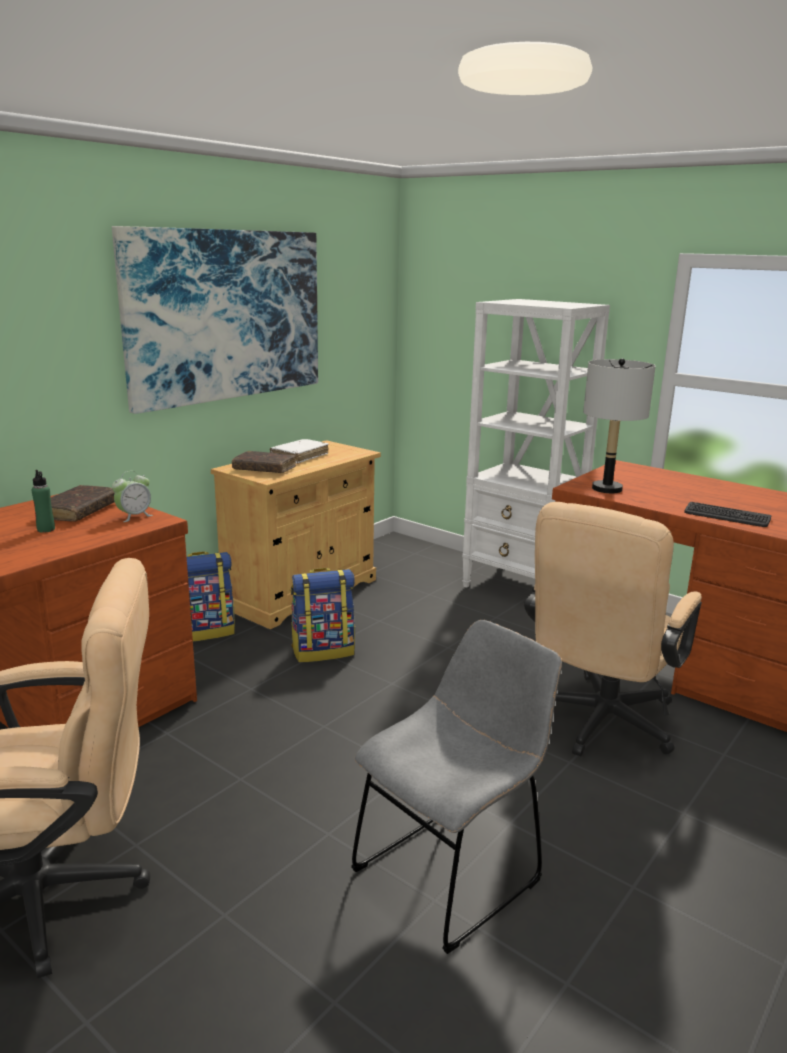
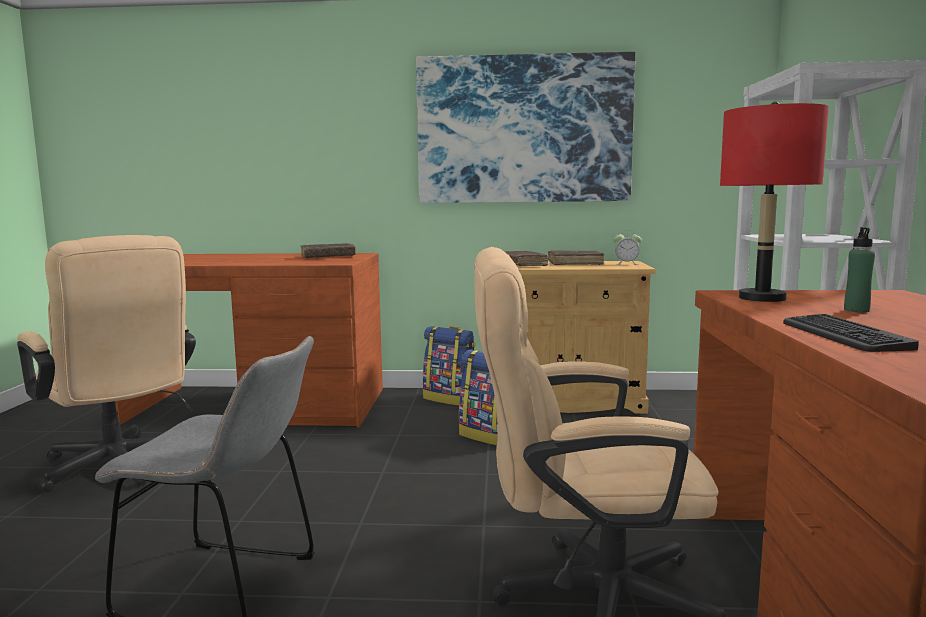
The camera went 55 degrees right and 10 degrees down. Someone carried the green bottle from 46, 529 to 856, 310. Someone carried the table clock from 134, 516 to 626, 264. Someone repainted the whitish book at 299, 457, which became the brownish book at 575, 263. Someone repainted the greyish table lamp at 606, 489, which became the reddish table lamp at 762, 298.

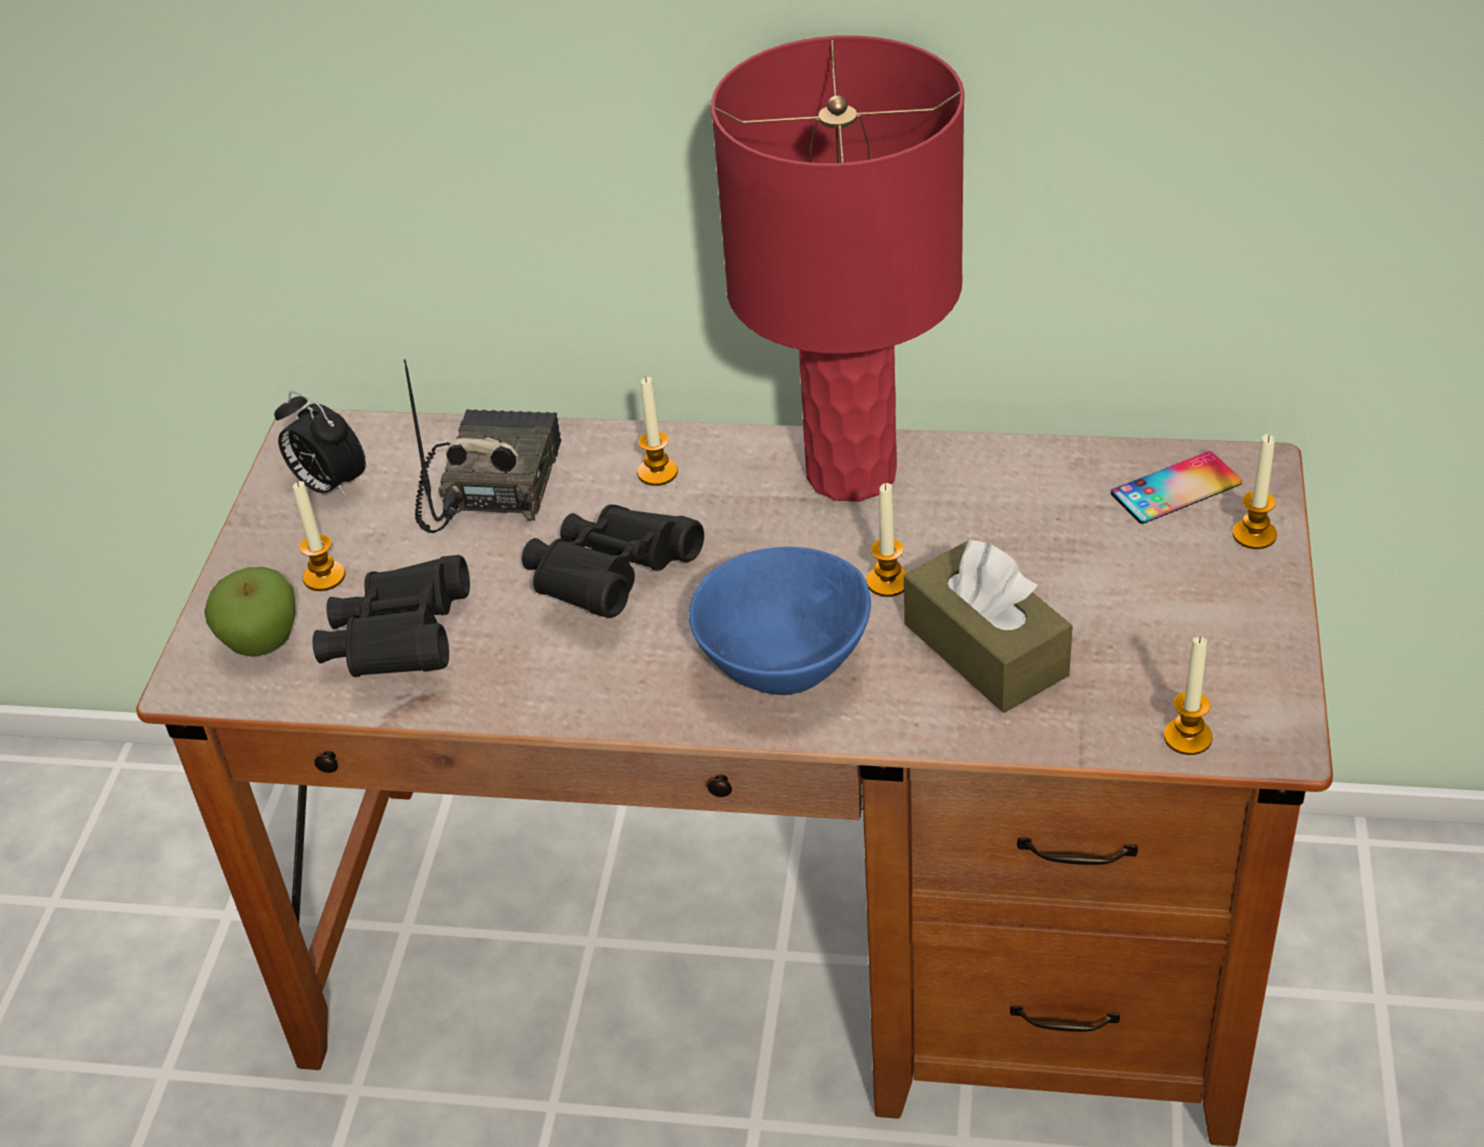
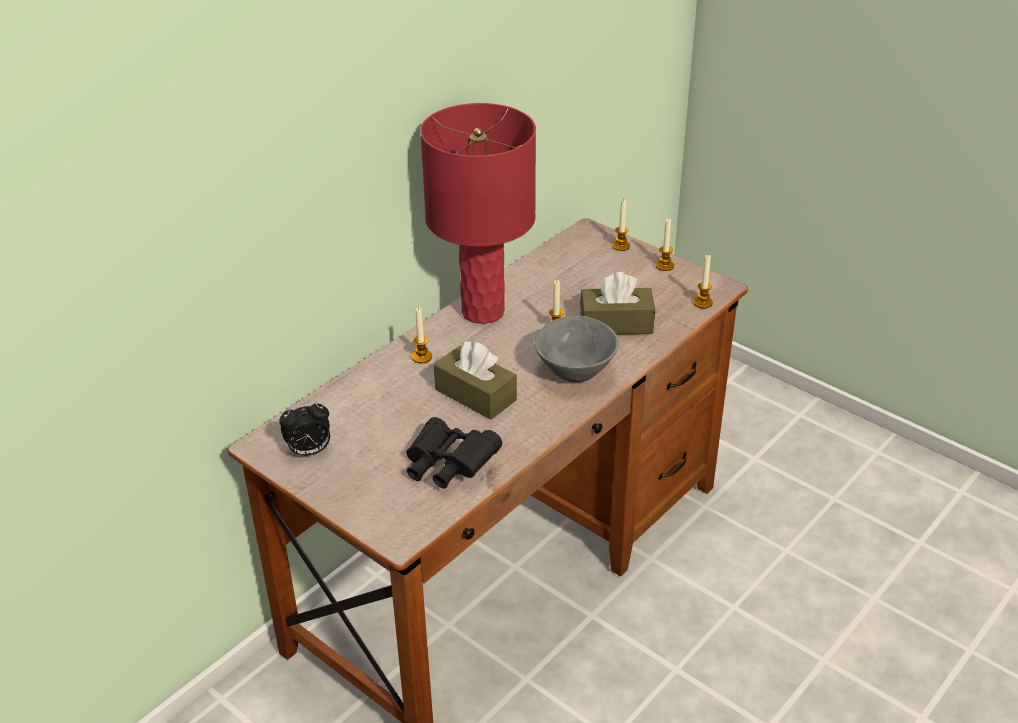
The camera went 60 degrees left and 5 degrees down. Someone took away the apple fruit at 262, 643. Someone carried the wax candle from 324, 577 to 664, 266. Someone took away the radio at 490, 484. Someone swapped the blackish field glasses at 610, 581 for the brownish box of tissues at 475, 395. Someone repainted the blue bowl at 781, 664, which became the greyish bowl at 573, 372. Someone took away the phone at 1176, 488.

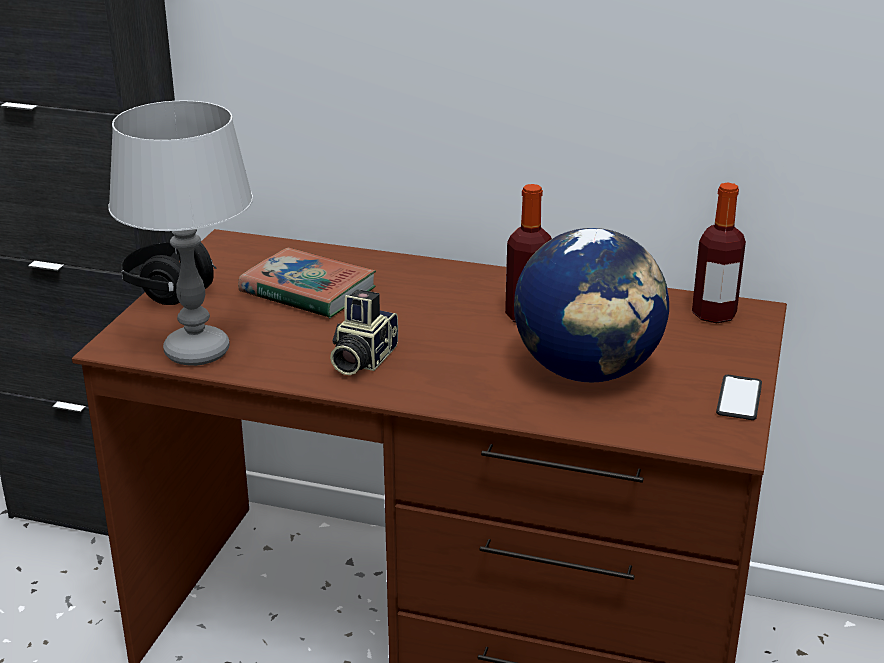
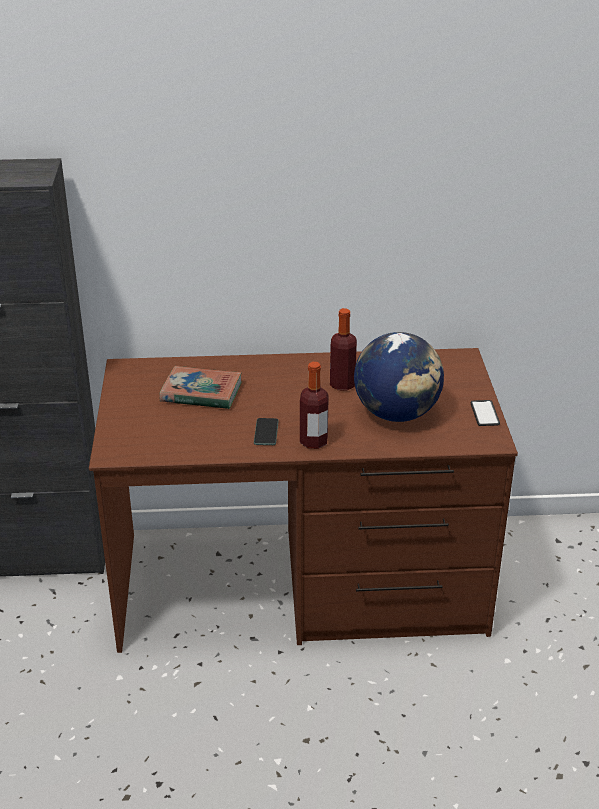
The camera went 20 degrees left and 5 degrees up. Someone took away the greyish table lamp at 196, 352. Someone took away the blackish headphones at 169, 290. Someone swapped the photo camera at 361, 359 for the phone at 266, 432. Someone carried the bottle from 713, 314 to 313, 442.

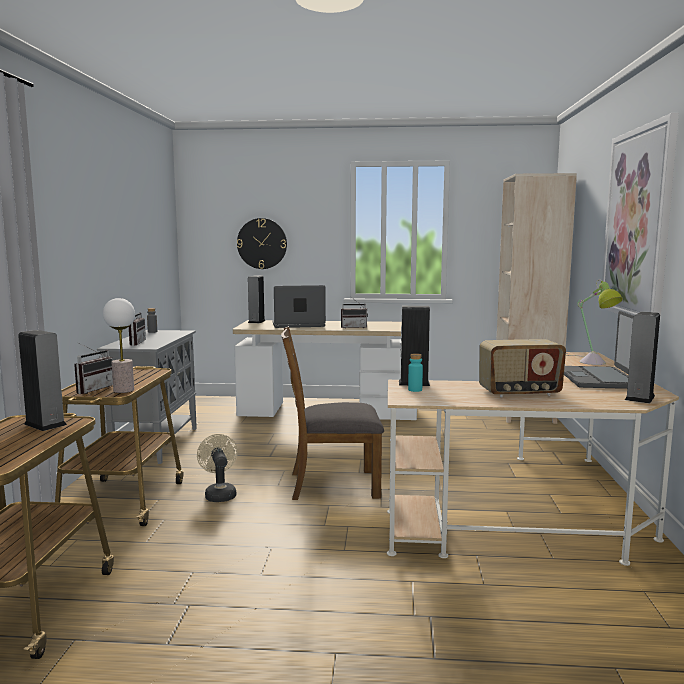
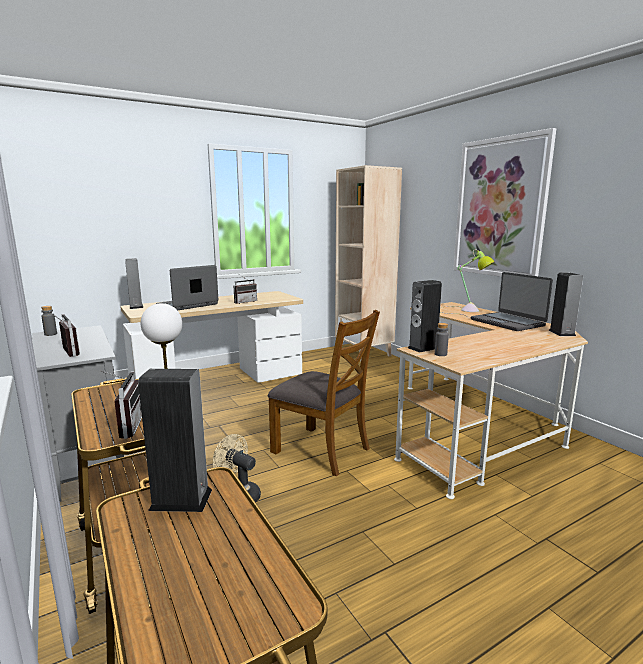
The camera went 35 degrees left and 5 degrees up. Someone took away the wall clock at 262, 243. Someone rotated the brownish upright chair at 333, 484 by 105 degrees counterclockwise. Someone repainted the turquoise-coloured bottle at 415, 390, which became the greyish bottle at 440, 354. Someone took away the radio at 520, 393.

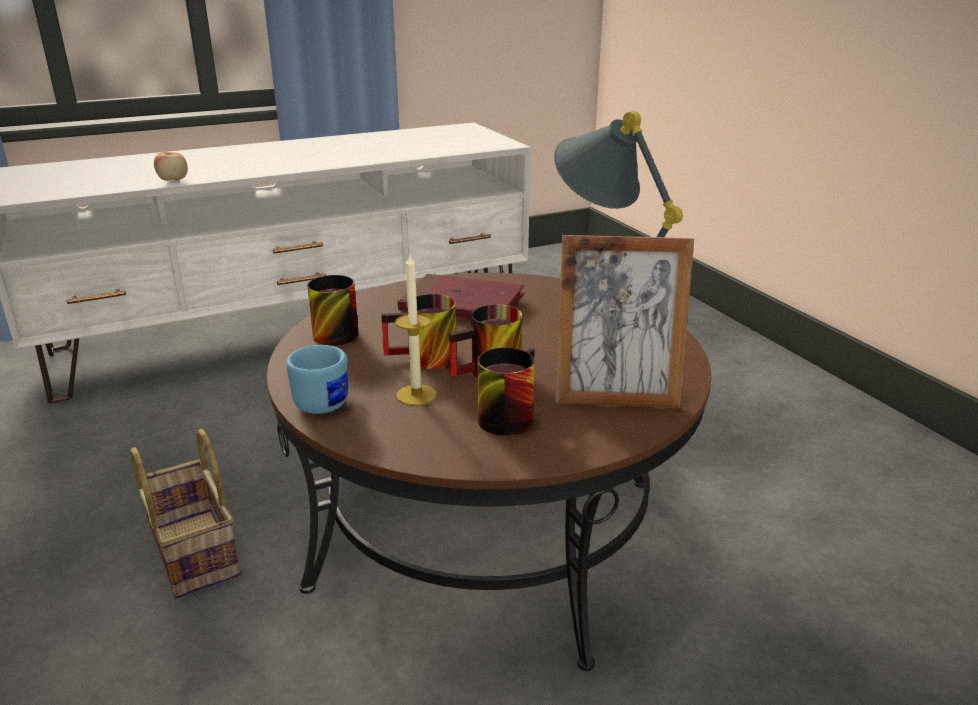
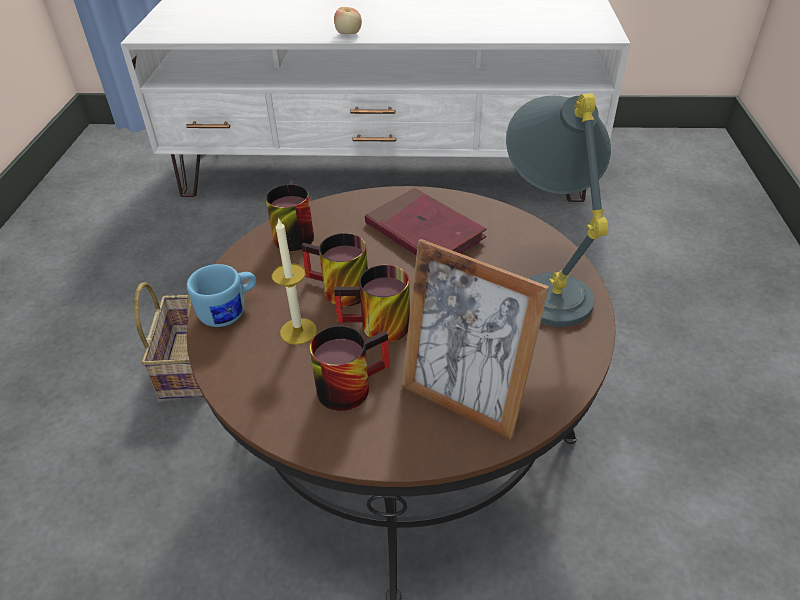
The camera went 30 degrees right and 15 degrees up. Someone carried the apple fruit from 173, 180 to 348, 34.

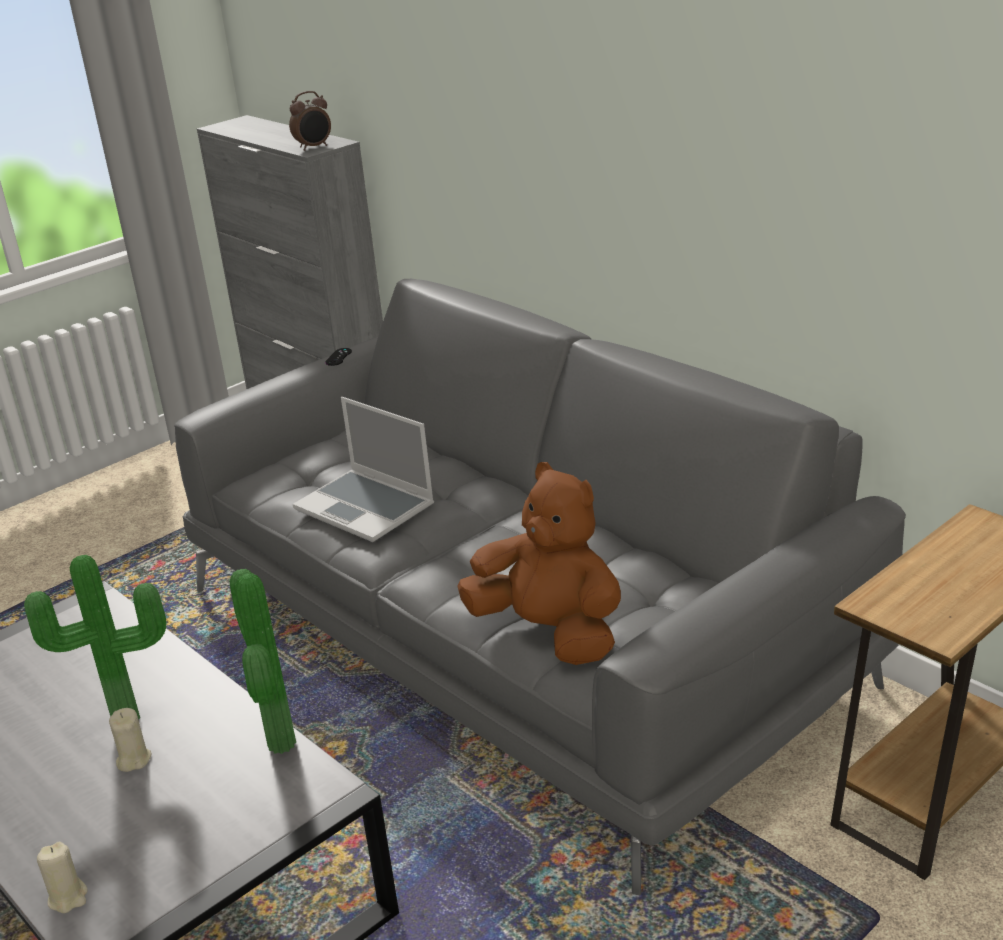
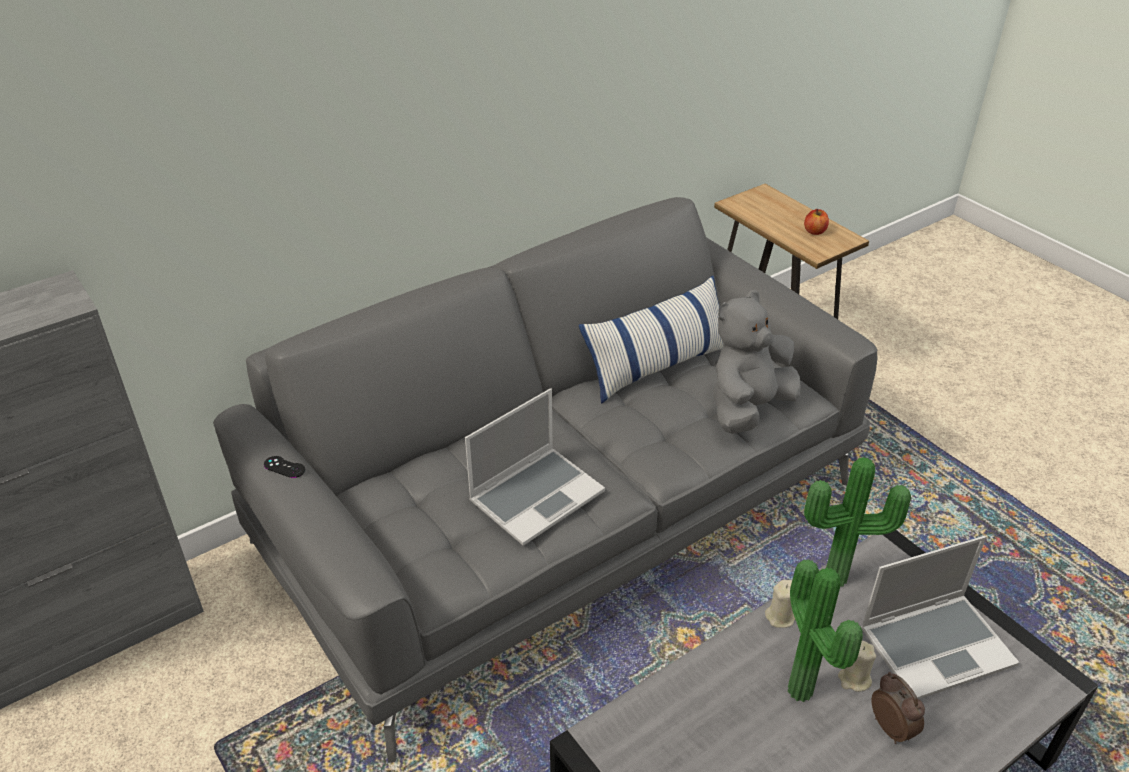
The camera went 85 degrees left and 10 degrees up. Someone carried the beige wax candle from 68, 897 to 780, 617. Someone carried the table clock from 314, 147 to 892, 728. Someone repainted the brownish cuddly toy at 550, 632, which became the greyish cuddly toy at 748, 408. Someone put down the throw pillow at 657, 365. Someone put down the apple fruit at 814, 231. Someone put down the portable computer at 936, 645.

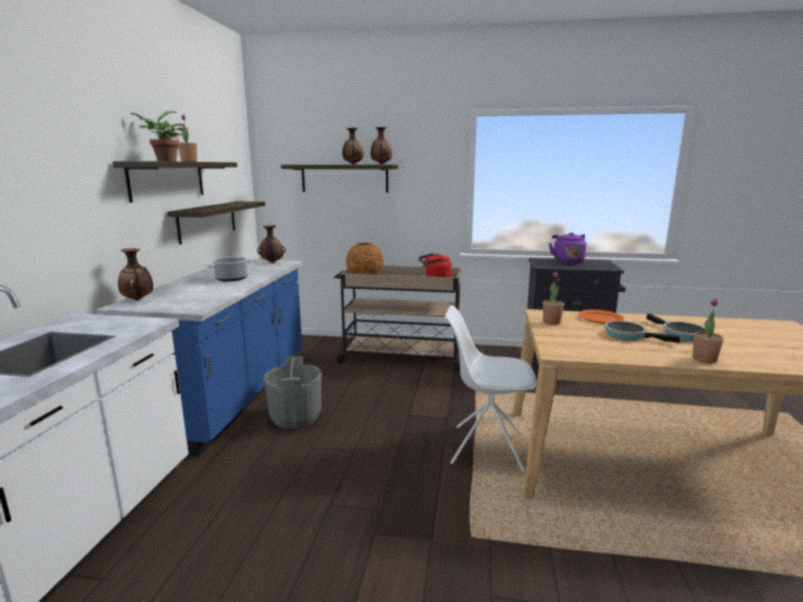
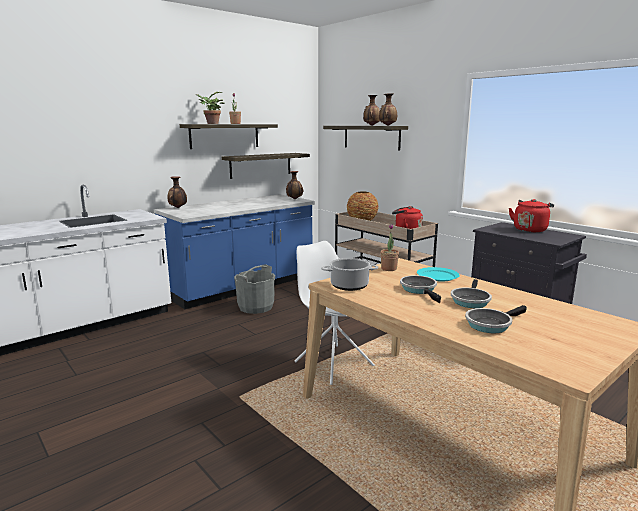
The camera went 40 degrees right and 0 degrees up. Someone carried the cooking pot from 231, 278 to 350, 285. Someone repainted the purple tea kettle at 567, 261, which became the reddish tea kettle at 530, 229. Someone repainted the orange plate at 599, 318, which became the turquoise-coloured plate at 437, 276. Someone took away the plant in a pot at 704, 359. Someone put down the skillet at 490, 324.

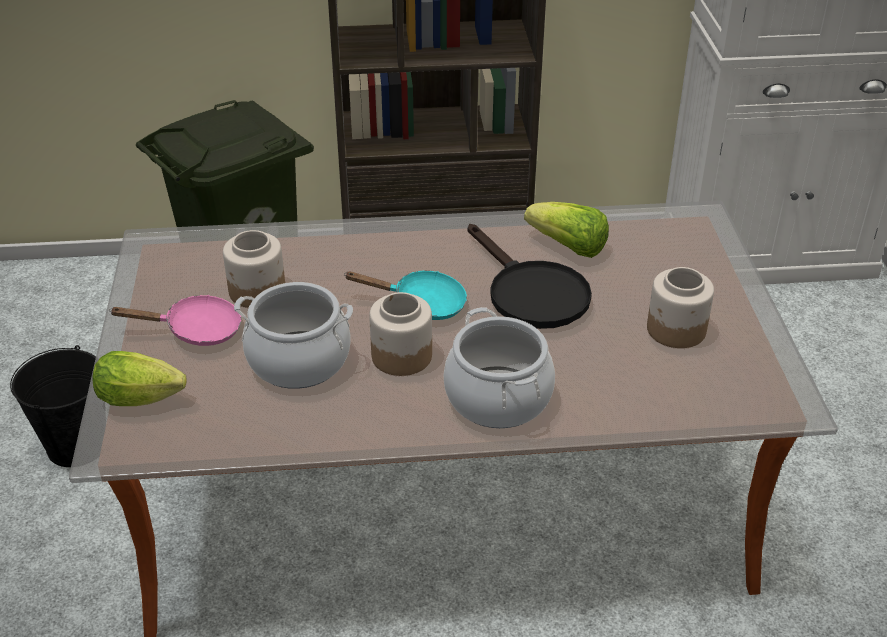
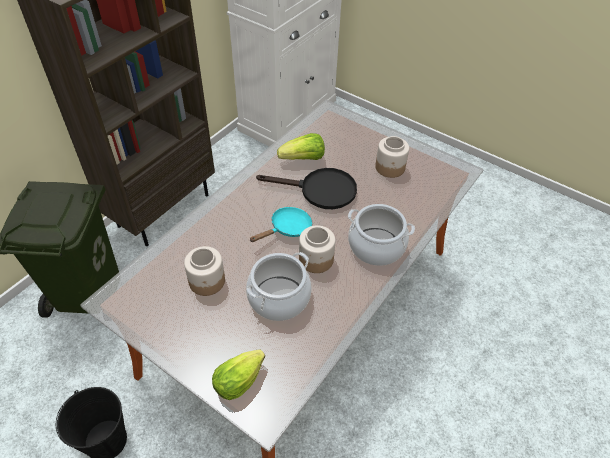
The camera went 50 degrees left and 10 degrees up. Someone took away the pink-coloured skillet at 196, 330.

